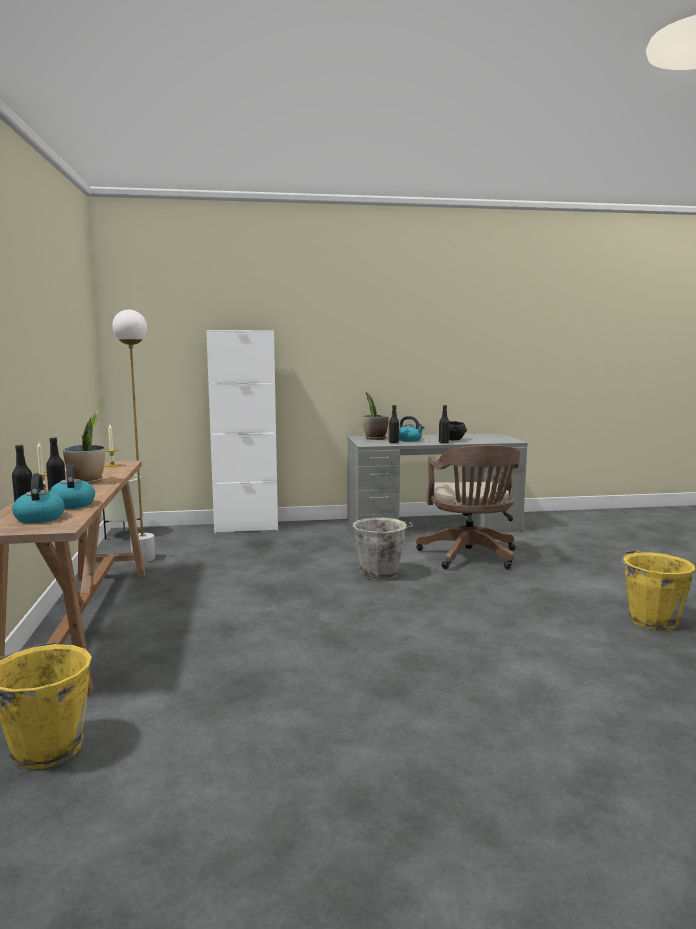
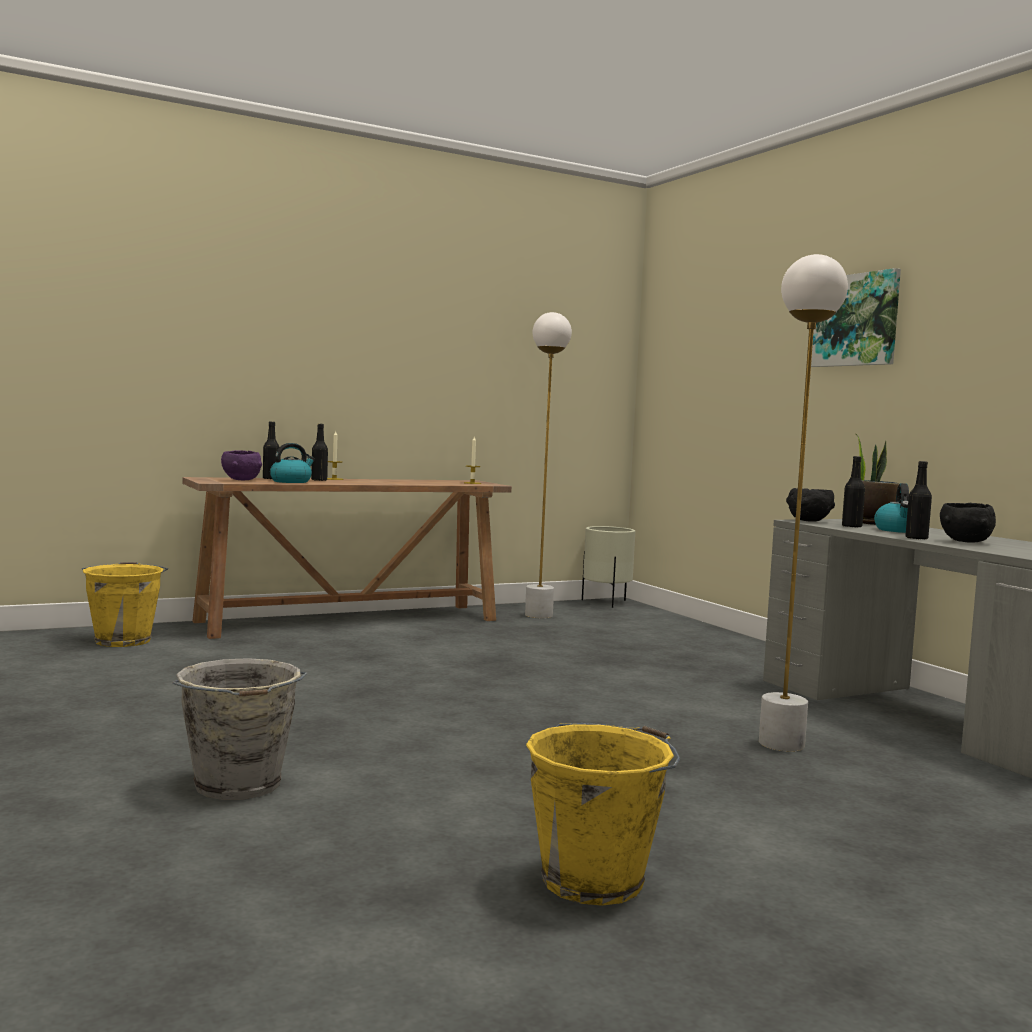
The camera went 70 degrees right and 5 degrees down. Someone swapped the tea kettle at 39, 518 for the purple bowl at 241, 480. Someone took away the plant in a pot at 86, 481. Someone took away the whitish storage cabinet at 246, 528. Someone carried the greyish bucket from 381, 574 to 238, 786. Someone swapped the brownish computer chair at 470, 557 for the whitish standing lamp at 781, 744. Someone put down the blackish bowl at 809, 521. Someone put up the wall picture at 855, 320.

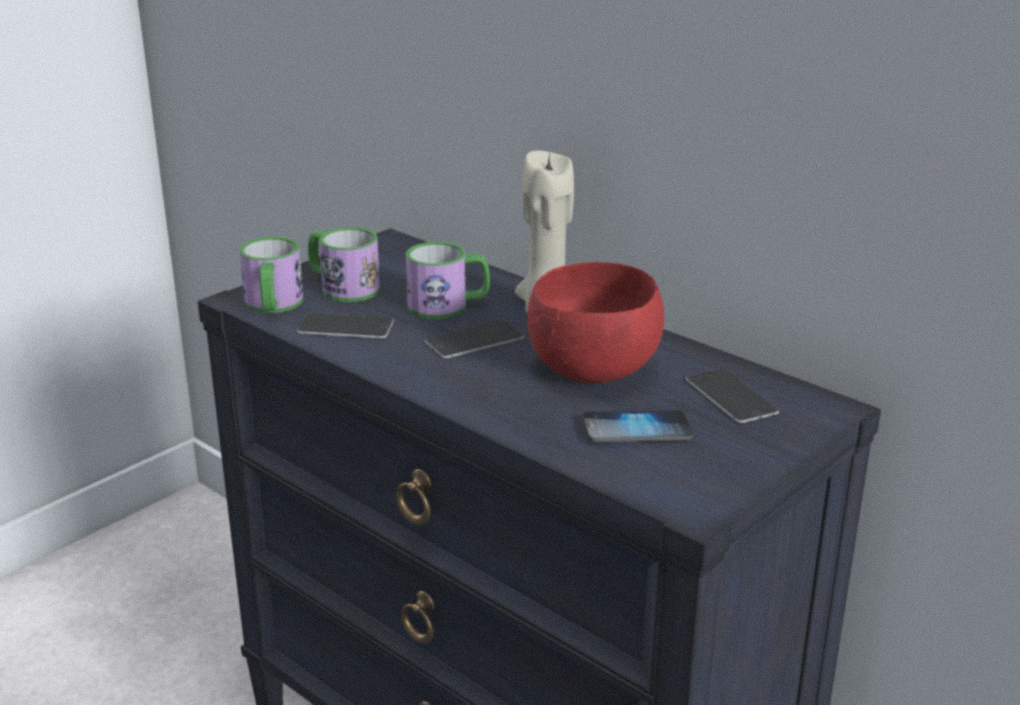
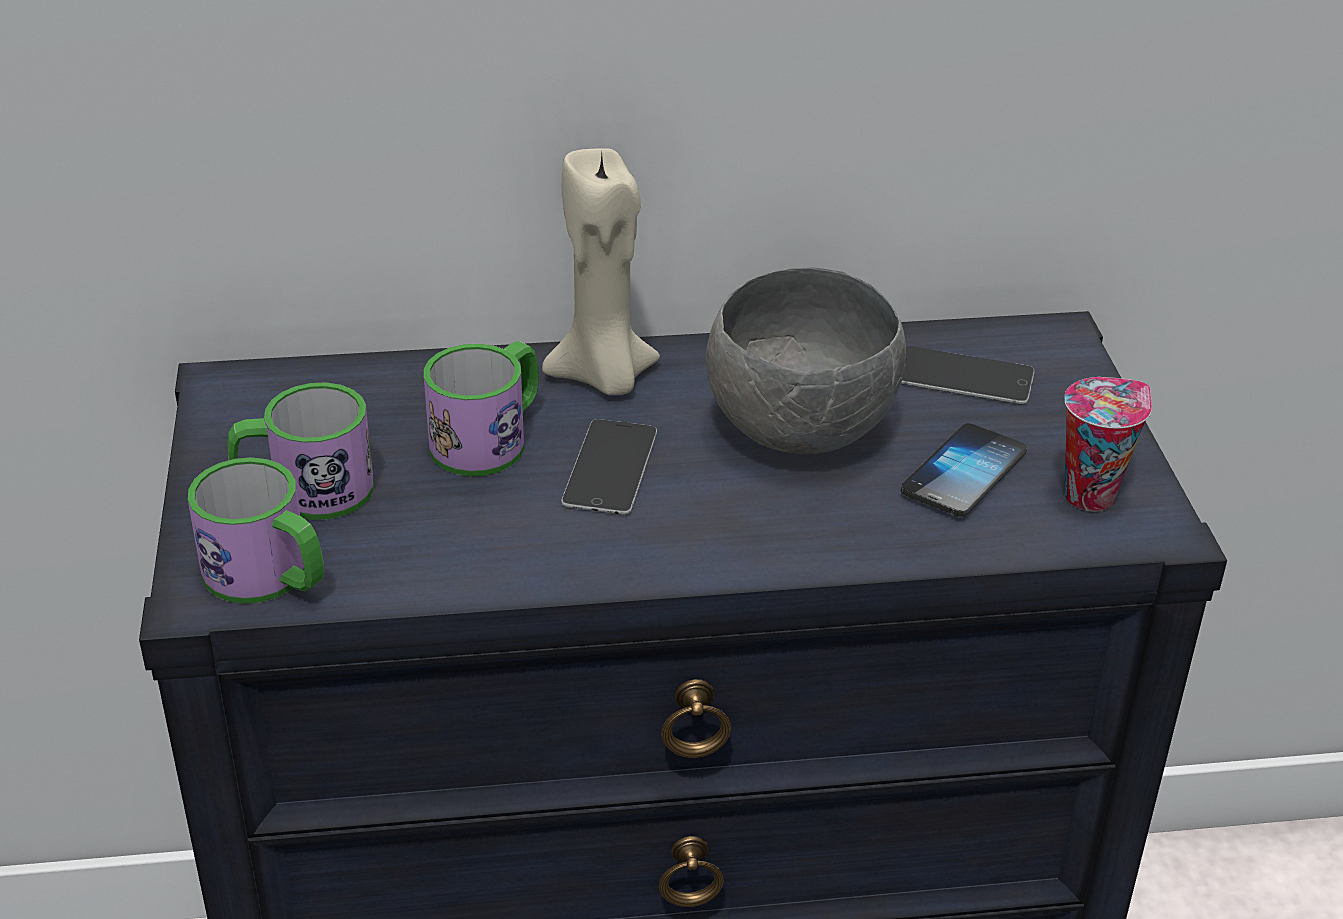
The camera went 50 degrees left and 10 degrees up. Someone took away the phone at 345, 326. Someone repainted the reddish bowl at 594, 373, which became the greyish bowl at 805, 430. Someone put down the drinking cup at 1091, 493.

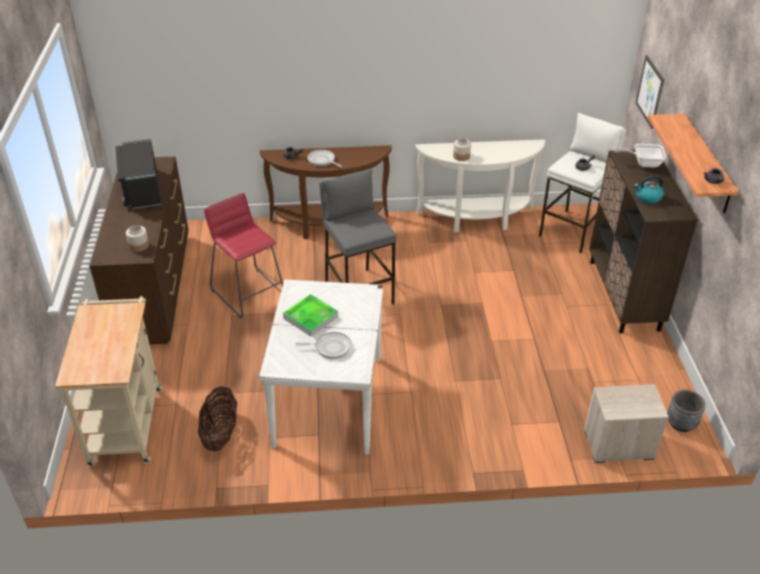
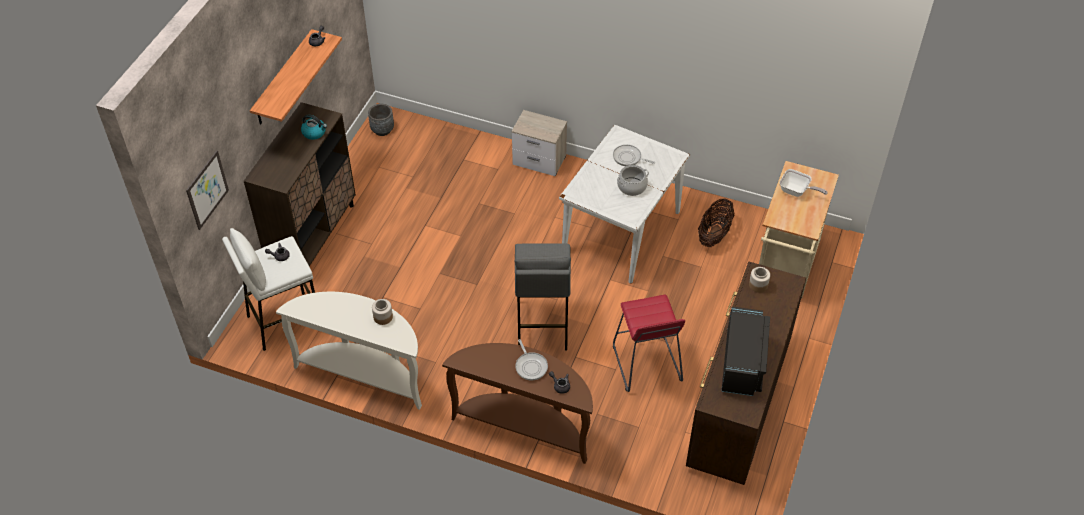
The camera went 155 degrees left and 10 degrees up. Someone swapped the serving tray at 310, 317 for the cooking pot at 632, 186. Someone carried the night table from 617, 444 to 540, 160. Someone carried the skillet from 643, 163 to 796, 191.

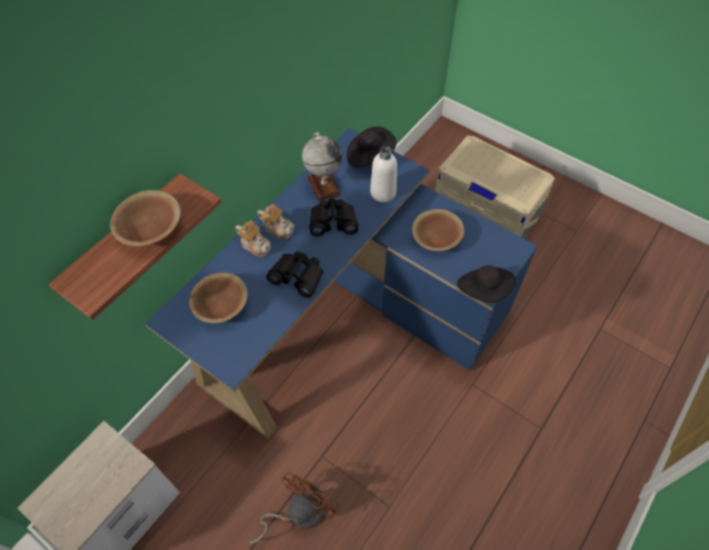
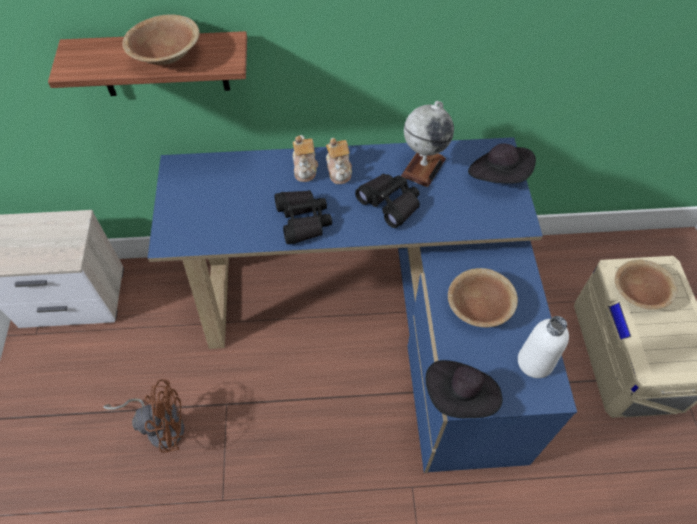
The camera went 50 degrees right and 0 degrees up. Someone carried the brownish bowl from 221, 305 to 639, 292. Someone carried the whitish bottle from 383, 193 to 535, 362.

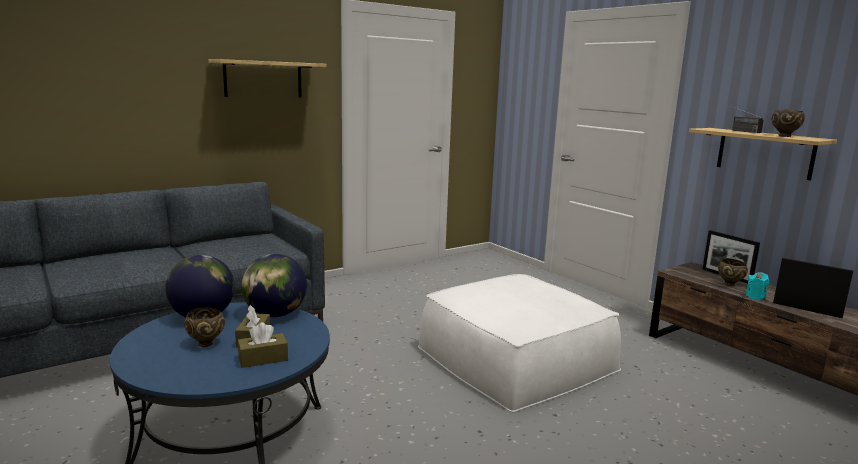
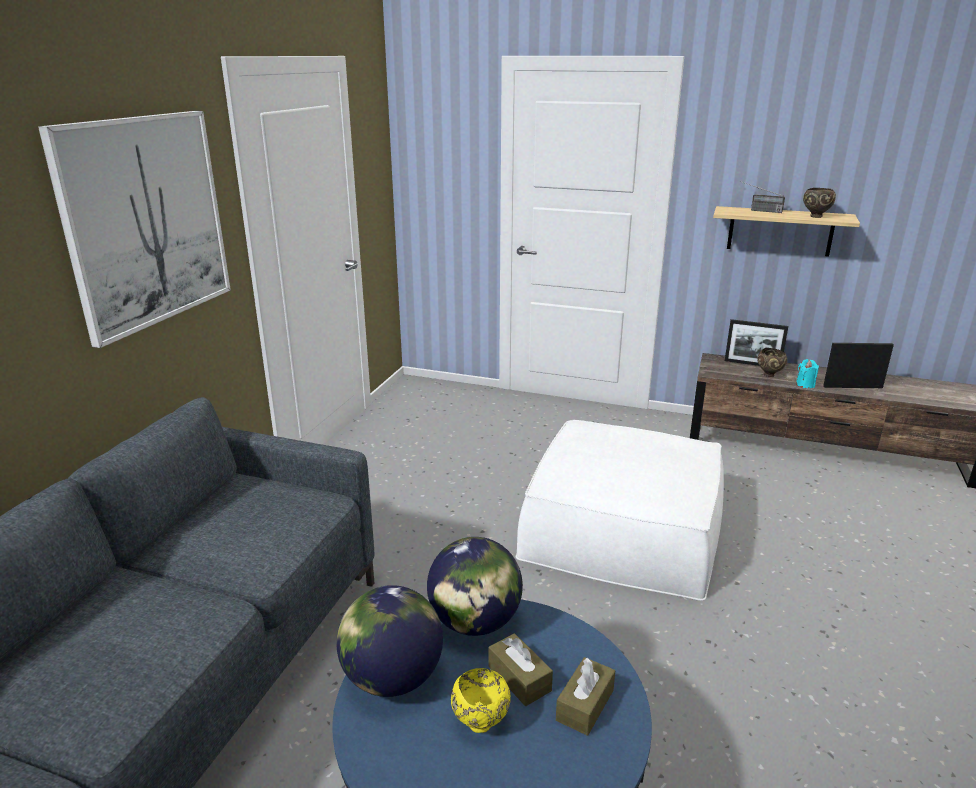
The camera went 35 degrees left and 10 degrees up. Someone repainted the brownish bowl at 206, 344, which became the yellowish bowl at 481, 723. Someone swapped the wall shelf at 263, 79 for the wall picture at 146, 222.

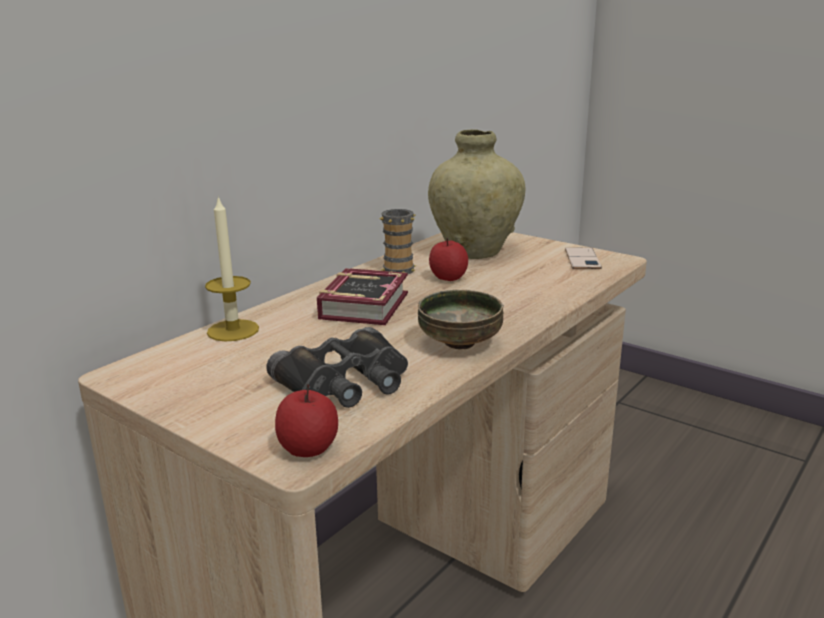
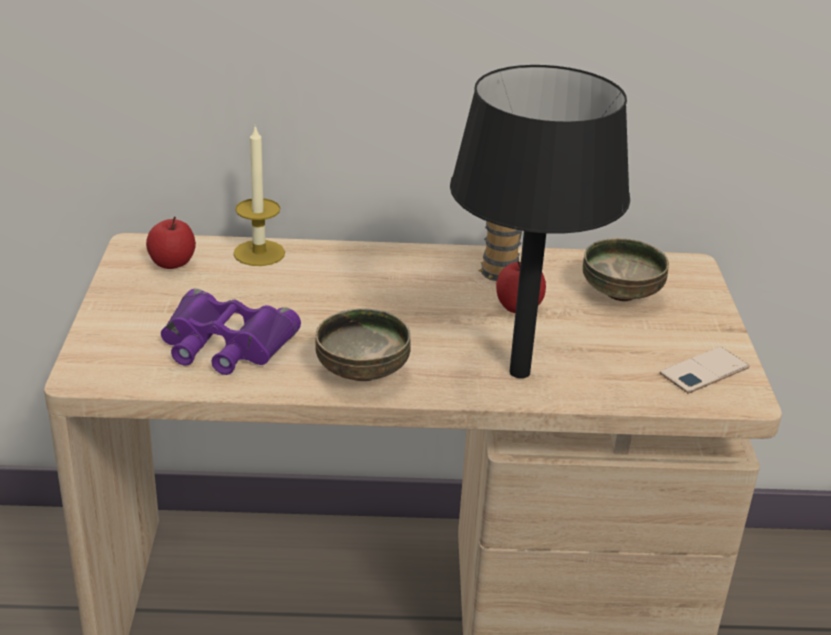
The camera went 50 degrees right and 10 degrees up. Someone repainted the blackish field glasses at 346, 381, which became the purple field glasses at 224, 344. Someone carried the apple fruit from 308, 448 to 172, 263. Someone took away the book at 368, 304. Someone swapped the beige decorative vase at 475, 251 for the bowl at 622, 294. Someone put down the blackish table lamp at 518, 372.

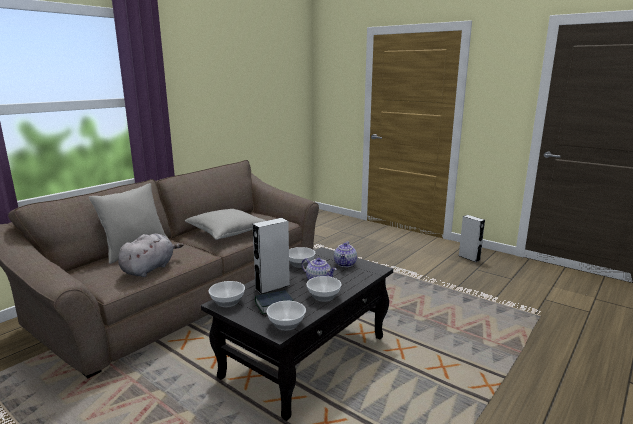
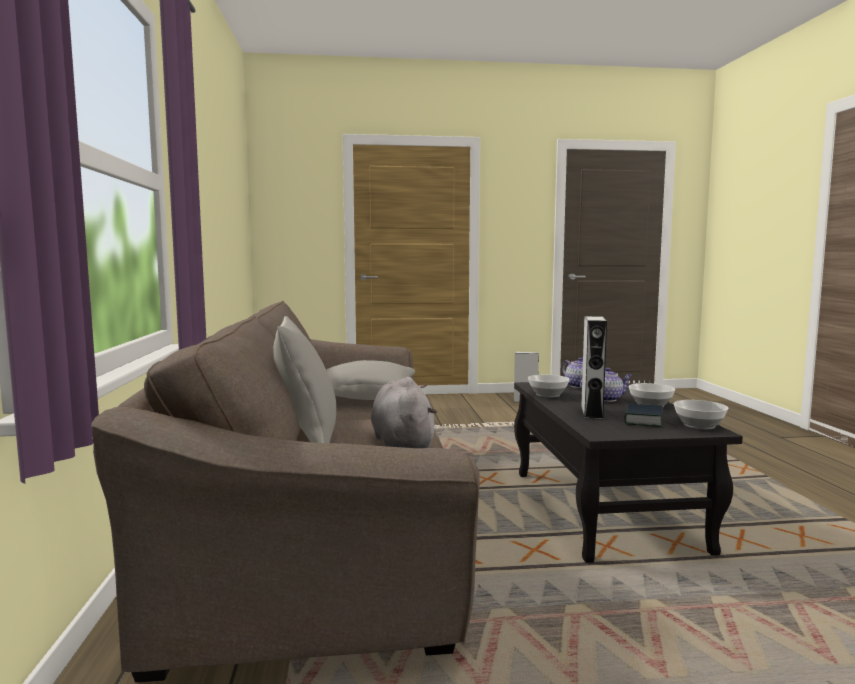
The camera went 45 degrees left and 10 degrees down. Someone took away the bowl at 227, 302.

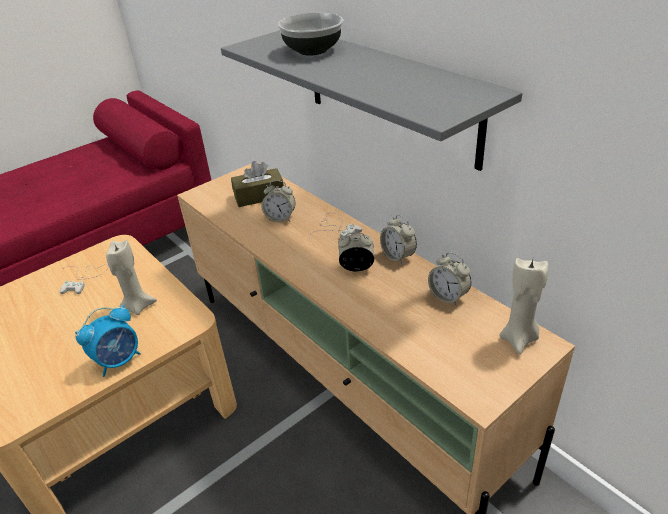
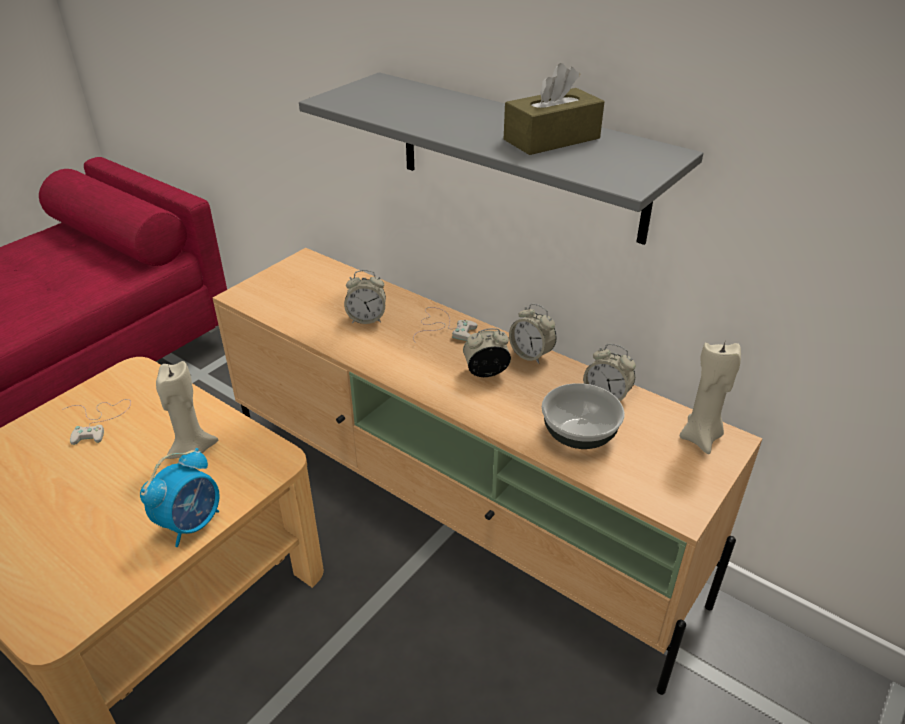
The camera went 15 degrees left and 0 degrees up. Someone carried the brownish box of tissues from 259, 196 to 551, 139. Someone carried the bowl from 313, 50 to 580, 435.

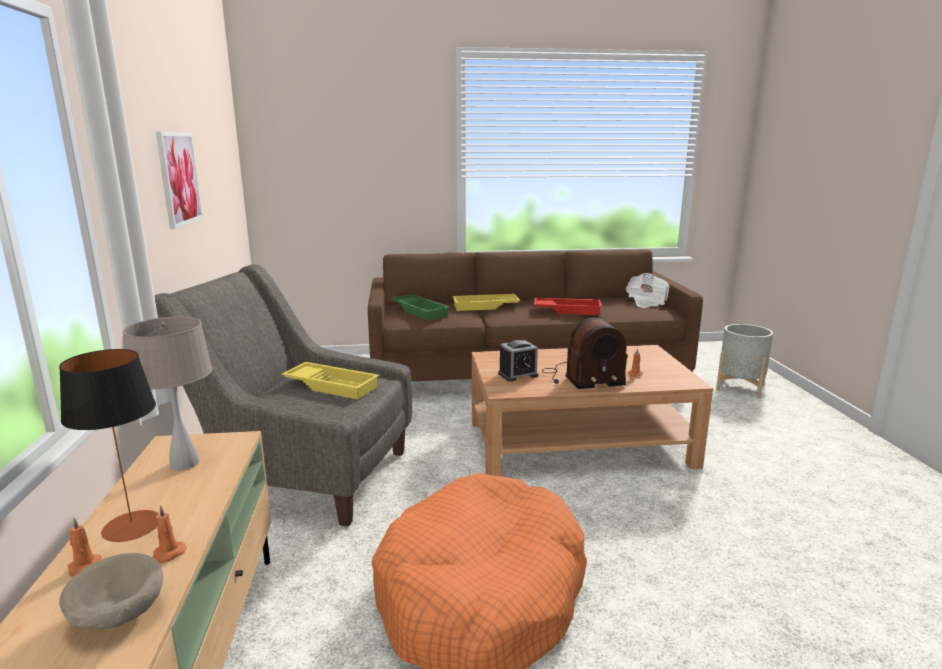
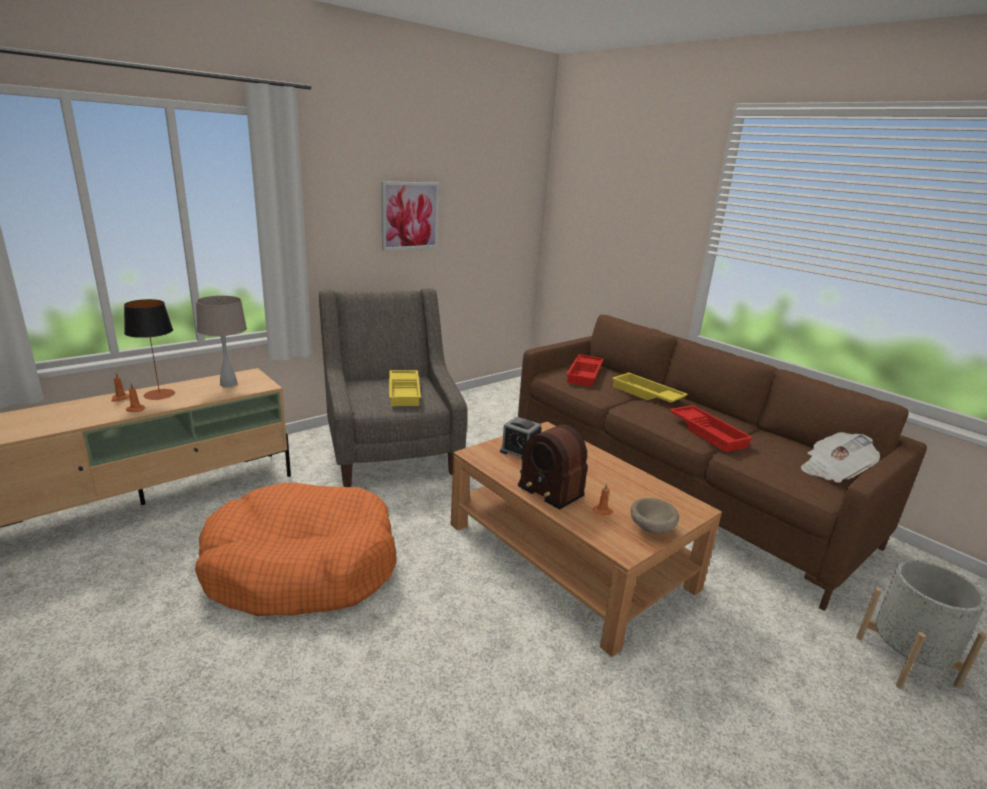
The camera went 55 degrees right and 5 degrees up. Someone carried the beige bowl from 118, 616 to 650, 529. Someone repainted the green serving tray at 420, 311, which became the reddish serving tray at 585, 374.

